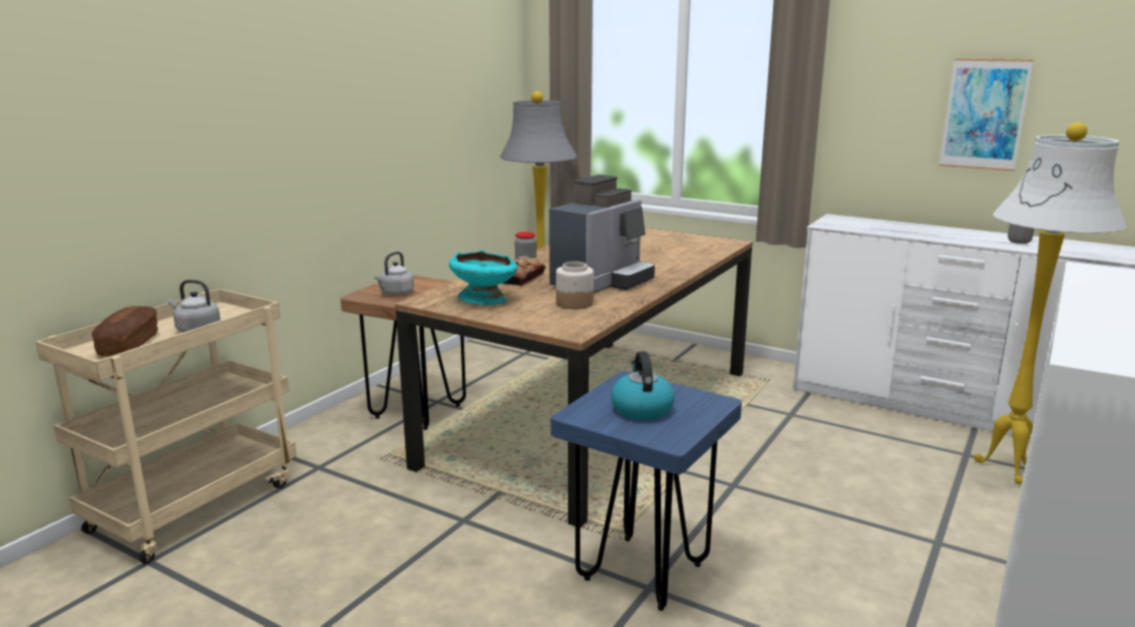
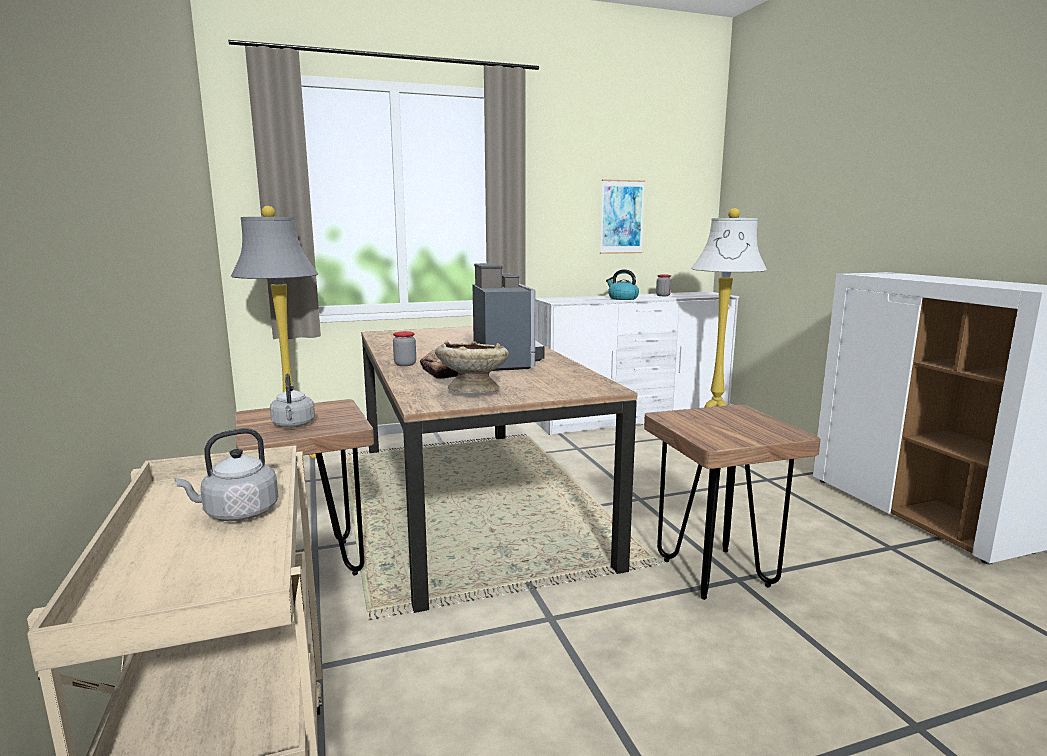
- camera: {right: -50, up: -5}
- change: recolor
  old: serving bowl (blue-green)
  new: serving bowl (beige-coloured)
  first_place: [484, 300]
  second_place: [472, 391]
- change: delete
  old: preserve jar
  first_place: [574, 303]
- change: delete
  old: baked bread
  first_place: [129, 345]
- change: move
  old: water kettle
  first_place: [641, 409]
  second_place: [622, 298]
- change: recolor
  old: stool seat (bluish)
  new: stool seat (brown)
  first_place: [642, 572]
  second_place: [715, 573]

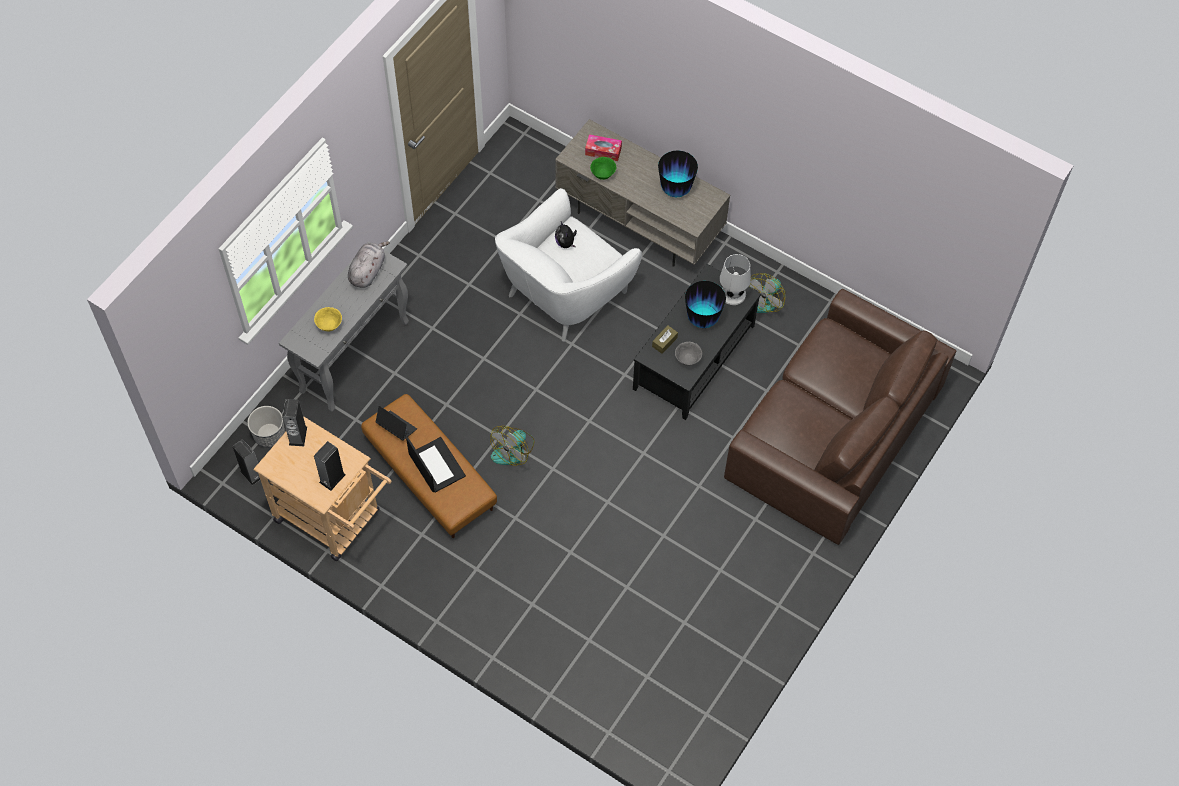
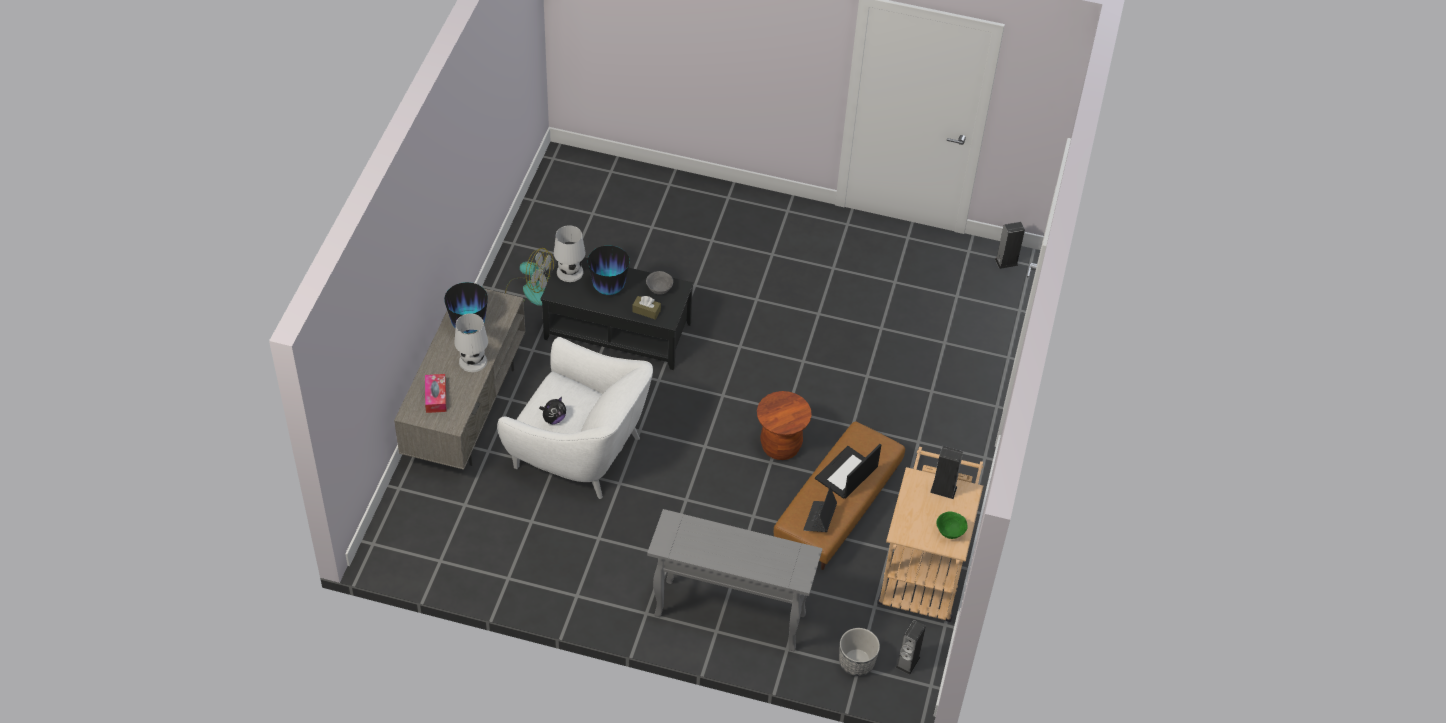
- camera: {right: -110, up: -10}
- change: move
  old: serving bowl (green-coloured)
  first_place: [603, 174]
  second_place: [950, 532]
- change: delete
  old: soft toy (gray)
  first_place: [368, 271]
- change: delete
  old: settee (brown)
  first_place: [832, 432]
- change: delete
  old: serving bowl (yellow-coloured)
  first_place: [329, 325]
- change: move
  old: loudspeaker
  first_place: [298, 435]
  second_place: [1006, 262]
- change: replace
  old: electric fan
  new: stool seat (brown)
  first_place: [513, 449]
  second_place: [780, 446]
- change: insert
  new: lamp for a table (white-coloured)
  second_place: [473, 360]

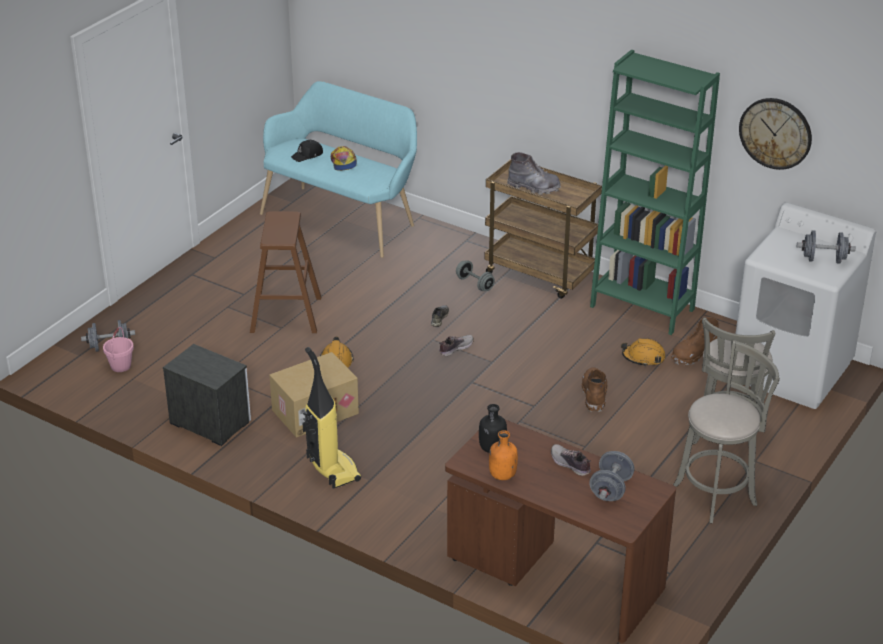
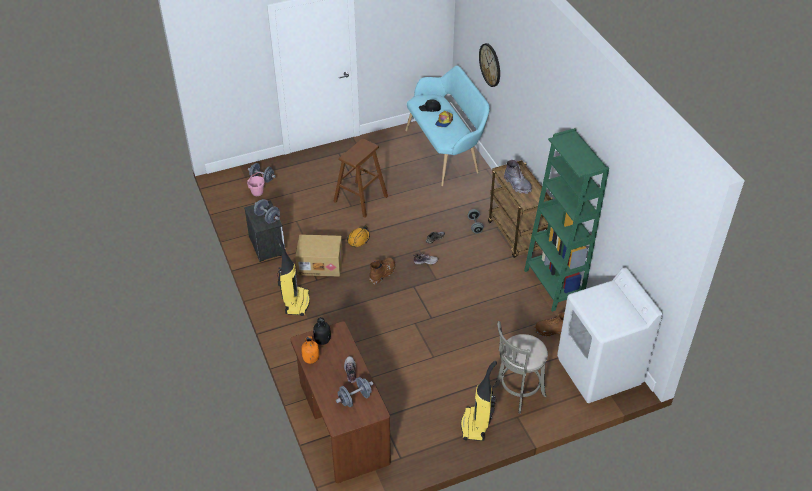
- camera: {right: 35, up: 10}
- change: move
  old: hanging clock
  first_place: [775, 133]
  second_place: [490, 64]
- change: move
  old: hand weight (gray)
  first_place: [823, 259]
  second_place: [267, 217]
- change: delete
  old: safety helmet (orangey)
  first_place: [643, 357]
- change: replace
  old: stool seat (gray)
  new: vacuum
  first_place: [718, 493]
  second_place: [475, 425]
- change: move
  old: boot (brown)
  first_place: [594, 395]
  second_place: [382, 273]

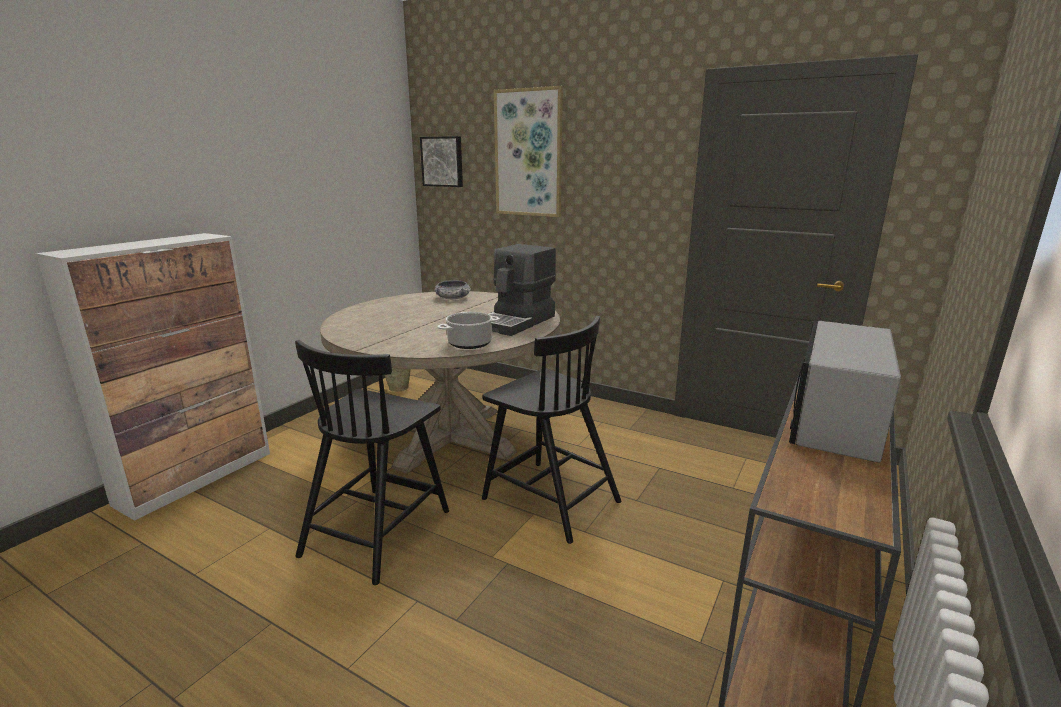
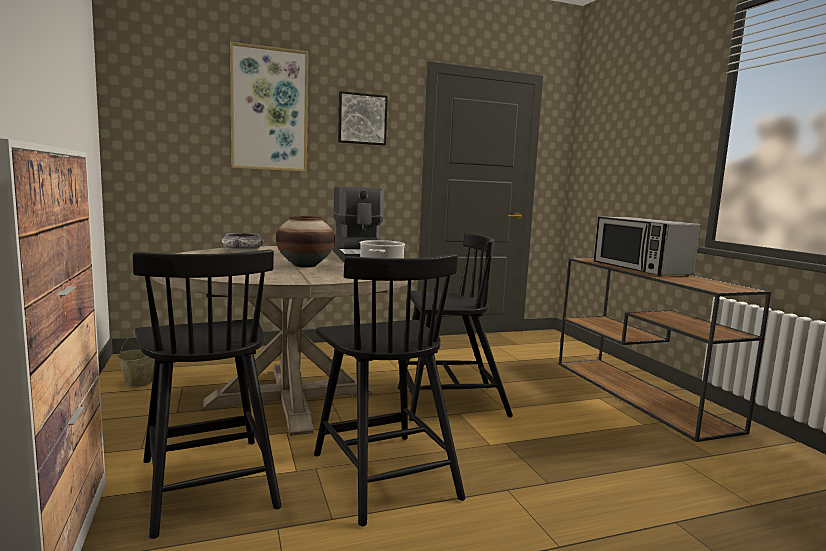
- camera: {right: -50, up: -10}
- change: move
  old: wall art
  first_place: [443, 161]
  second_place: [362, 119]
- change: insert
  new: flower vase
  second_place: [305, 266]
- change: insert
  new: plain chair (black)
  second_place: [208, 481]

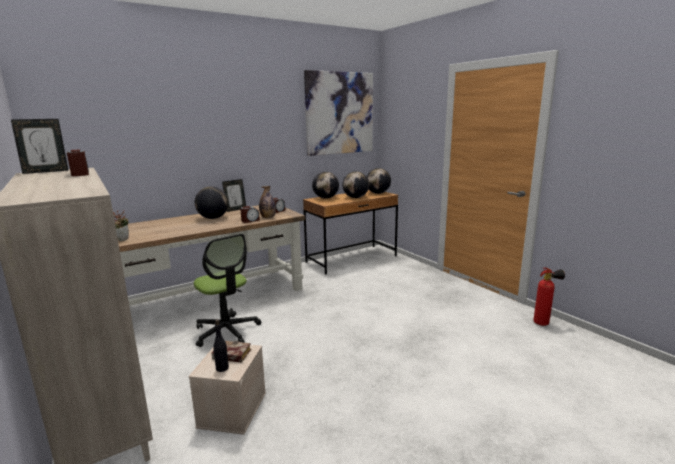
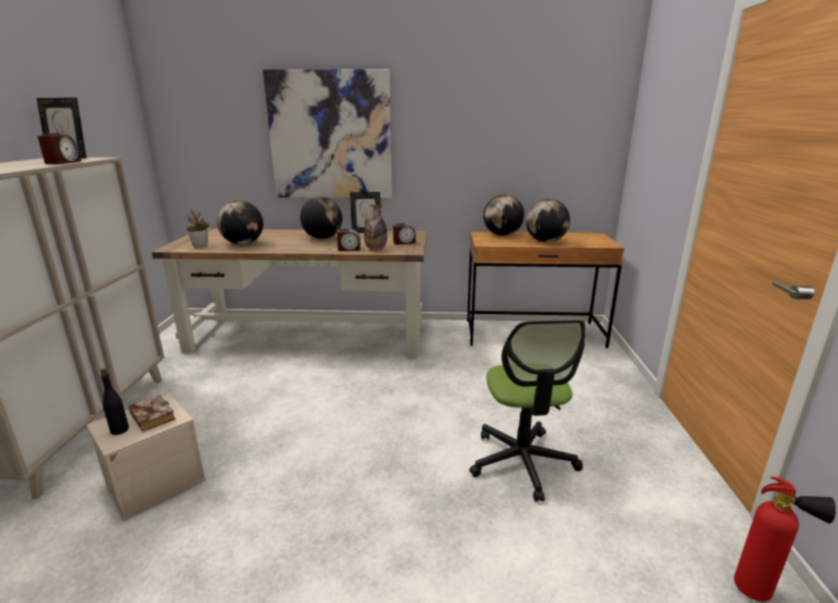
- camera: {right: 35, up: 5}
- change: move
  old: wall art
  first_place: [339, 113]
  second_place: [330, 136]
- change: move
  old: world globe
  first_place: [378, 193]
  second_place: [243, 243]
- change: move
  old: desk chair
  first_place: [227, 331]
  second_place: [522, 462]

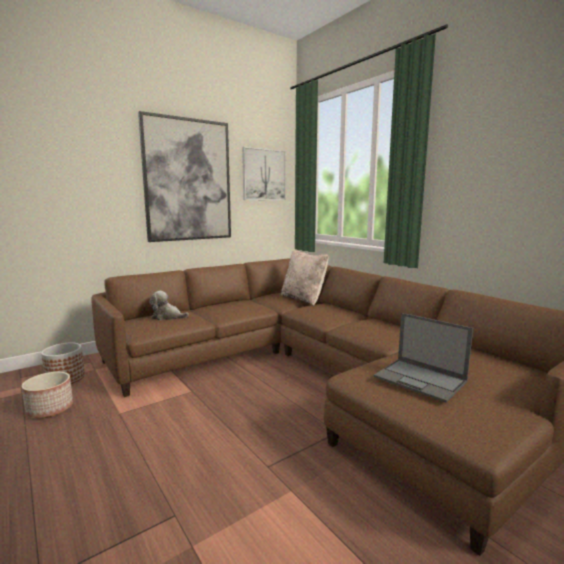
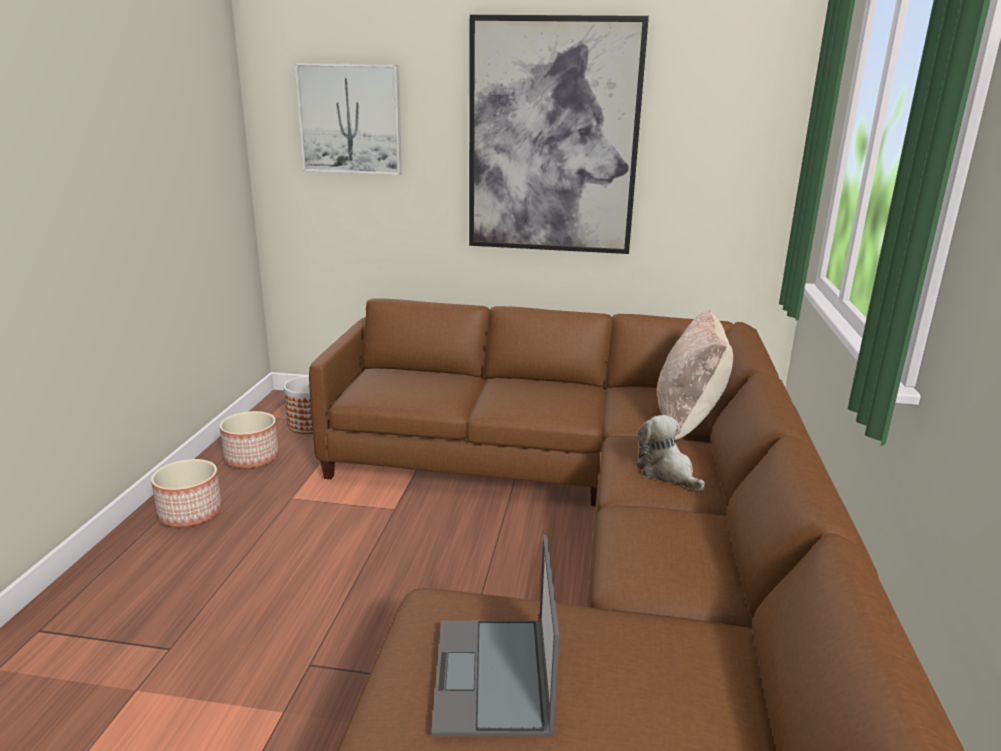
- camera: {right: 45, up: 10}
- change: move
  old: wall art
  first_place: [264, 175]
  second_place: [350, 119]
- change: move
  old: soft toy
  first_place: [167, 317]
  second_place: [667, 472]
- change: insert
  new: flower pot
  second_place: [191, 513]

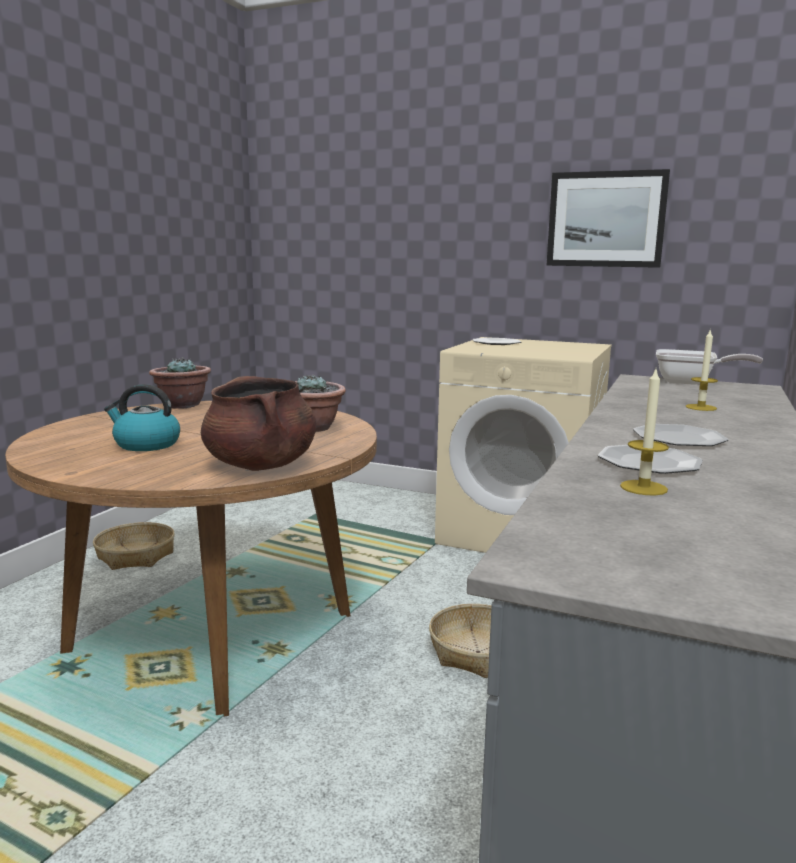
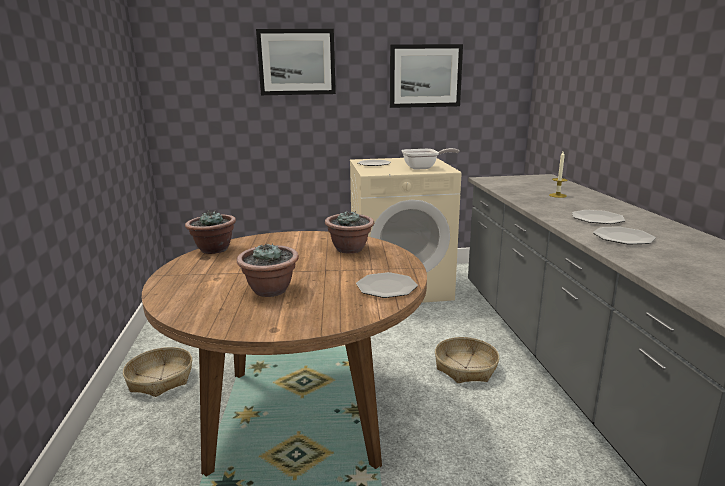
- camera: {right: -30, up: 5}
- change: move
  old: pan
  first_place: [691, 382]
  second_place: [424, 168]
- change: delete
  old: candle
  first_place: [643, 488]
- change: replace
  old: stockpot (brown)
  new: dinner plate
  first_place: [261, 465]
  second_place: [386, 287]
- change: replace
  old: water kettle
  new: potted plant
  first_place: [146, 445]
  second_place: [270, 290]
- change: insert
  new: wall art
  second_place: [296, 62]

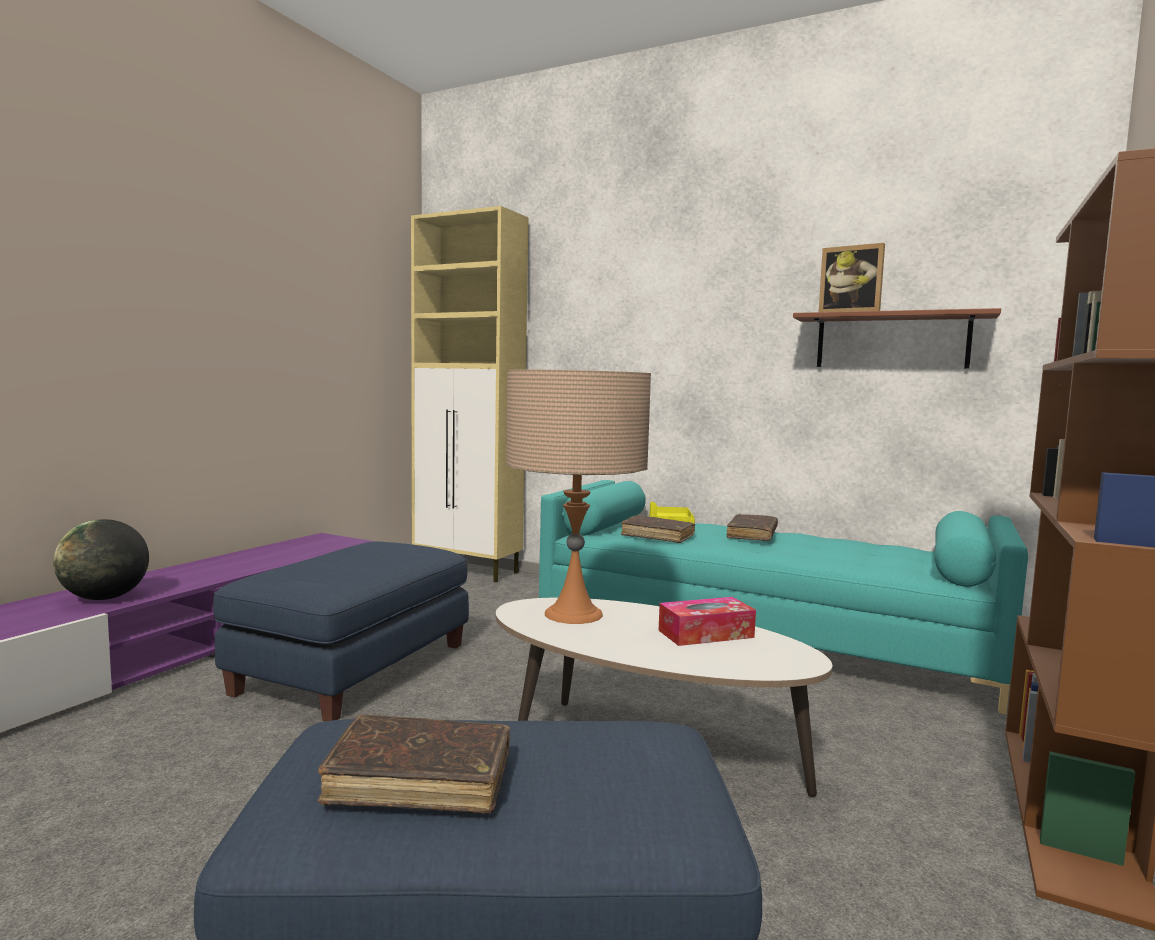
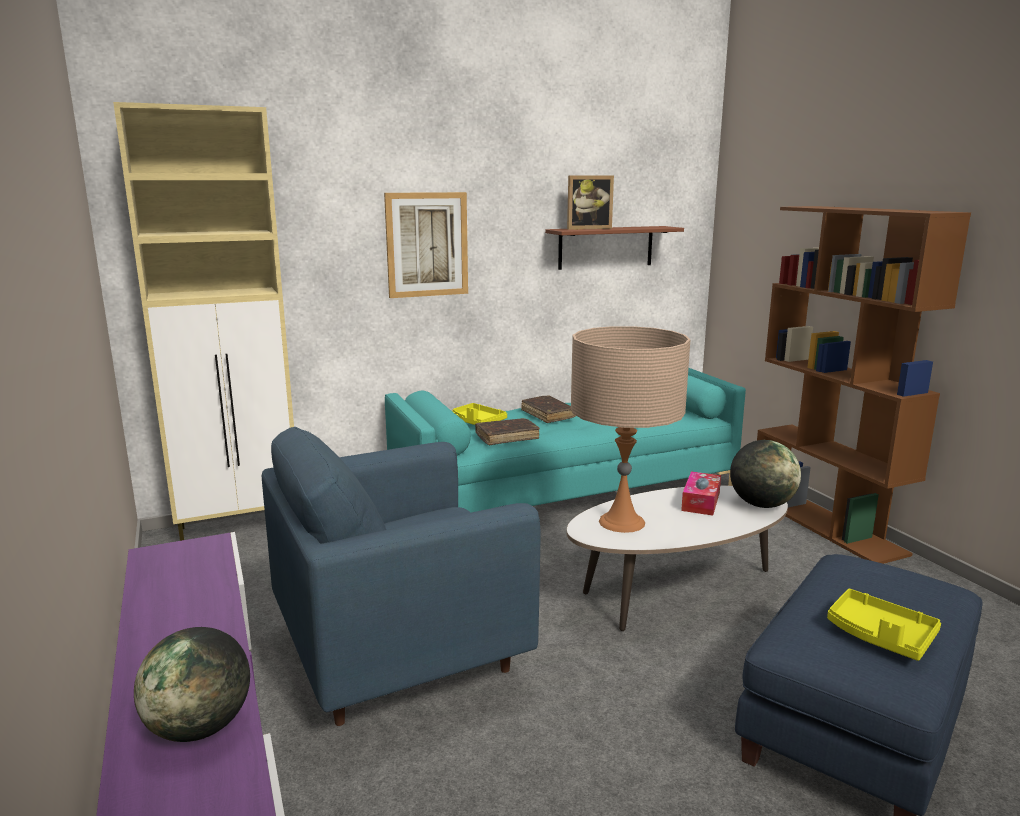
- camera: {right: -50, up: 10}
- change: replace
  old: footrest (bluish)
  new: easy chair (bluish)
  first_place: [355, 667]
  second_place: [402, 655]
- change: replace
  old: volume (brown)
  new: tray (yellow-coloured)
  first_place: [420, 779]
  second_place: [880, 636]
- change: insert
  new: wall art
  second_place: [427, 245]
- change: insert
  new: world globe
  second_place: [761, 505]

